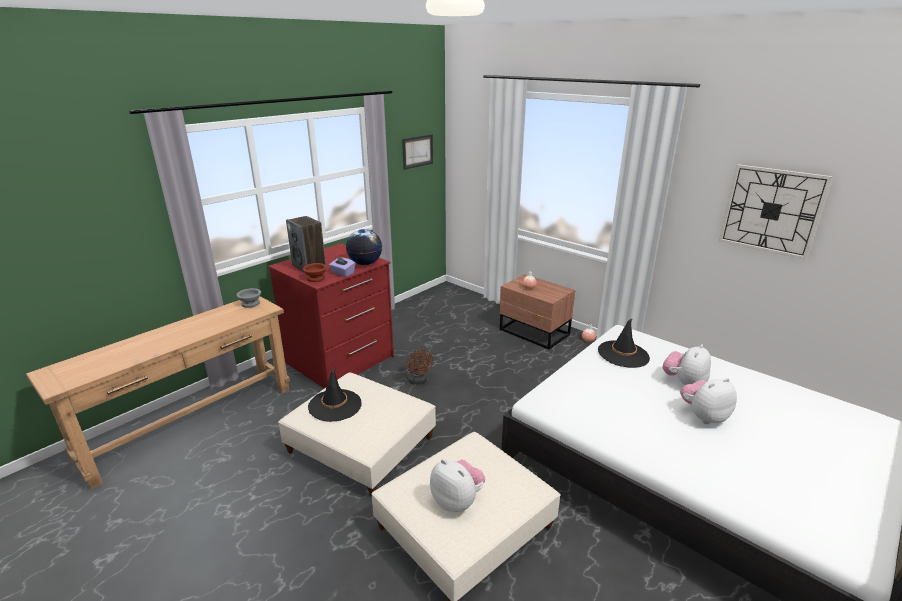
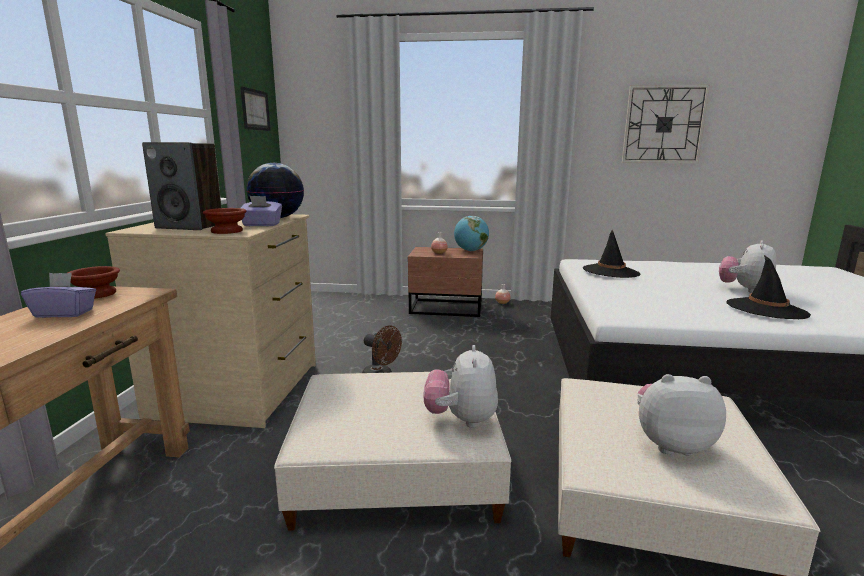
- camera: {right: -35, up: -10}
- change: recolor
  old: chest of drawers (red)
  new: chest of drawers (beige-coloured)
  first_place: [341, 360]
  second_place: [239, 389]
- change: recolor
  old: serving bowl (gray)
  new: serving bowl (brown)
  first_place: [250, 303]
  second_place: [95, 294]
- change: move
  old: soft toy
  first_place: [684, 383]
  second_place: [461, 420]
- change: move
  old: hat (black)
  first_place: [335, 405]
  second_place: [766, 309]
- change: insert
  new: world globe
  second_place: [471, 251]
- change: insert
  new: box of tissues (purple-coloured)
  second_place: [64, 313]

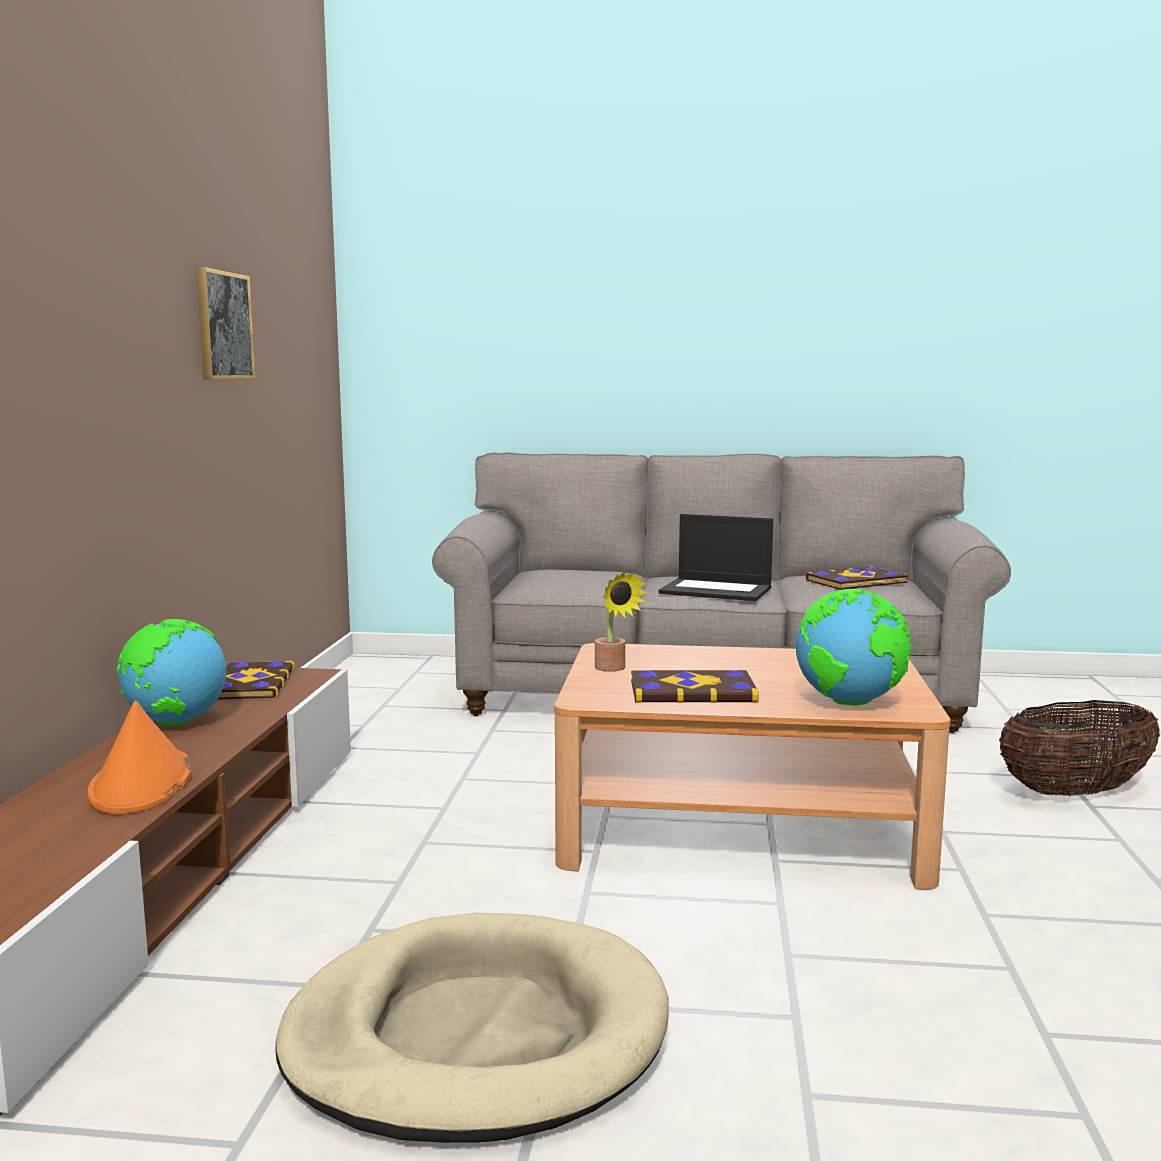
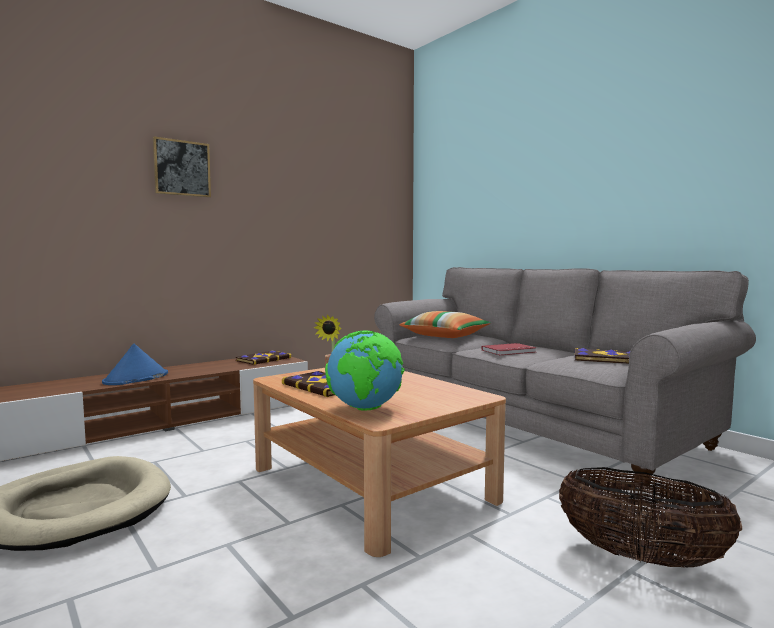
- camera: {right: 45, up: -5}
- change: move
  old: wall art
  first_place: [223, 325]
  second_place: [182, 168]
- change: replace
  old: laptop
  new: volume (red)
  first_place: [717, 590]
  second_place: [509, 351]
- change: delete
  old: world globe
  first_place: [175, 723]
- change: recolor
  old: hat (orangey)
  new: hat (bluish)
  first_place: [141, 784]
  second_place: [136, 378]
- change: insert
  new: cushion
  second_place: [445, 336]

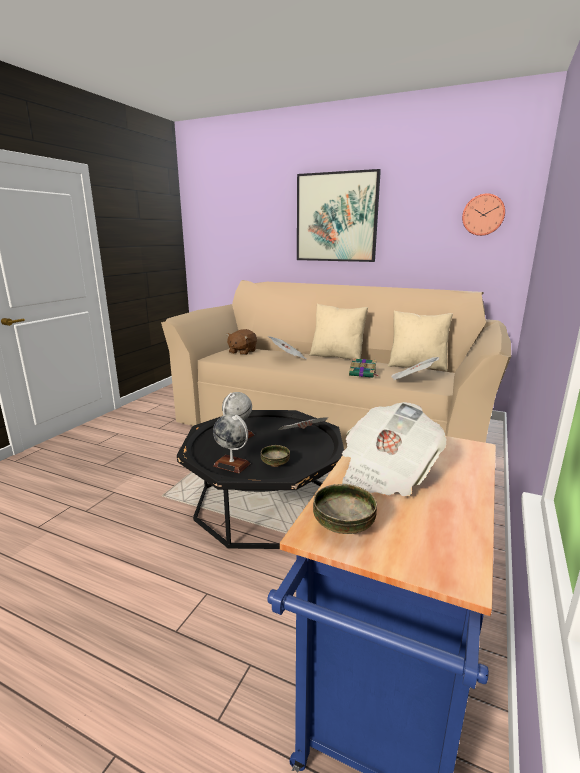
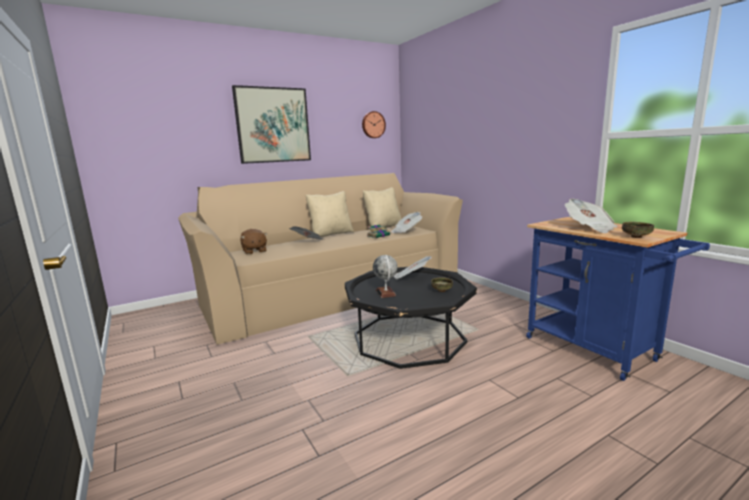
- camera: {right: -55, up: -5}
- change: delete
  old: world globe
  first_place: [232, 465]

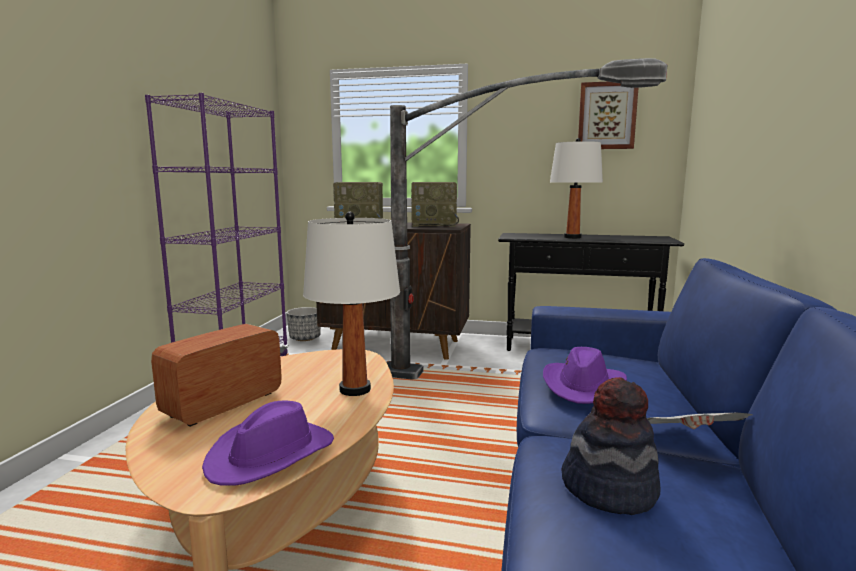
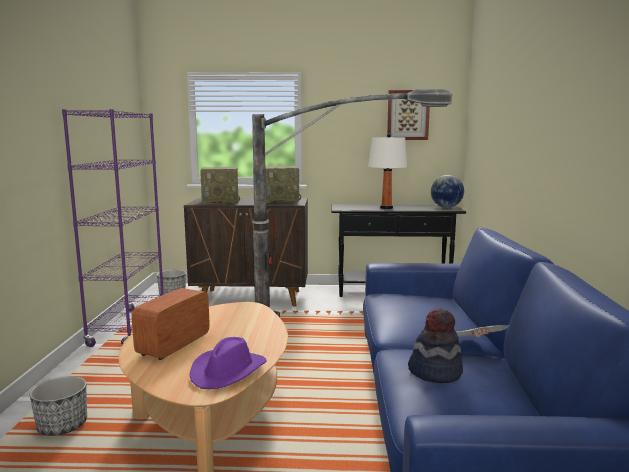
- camera: {right: -10, up: 0}
- change: delete
  old: lamp for a table (white-coloured)
  first_place: [355, 389]
- change: delete
  old: hat (purple-coloured)
  first_place: [583, 386]
- change: insert
  new: world globe
  second_place: [446, 207]
- change: insert
  new: flower pot
  second_place: [62, 426]

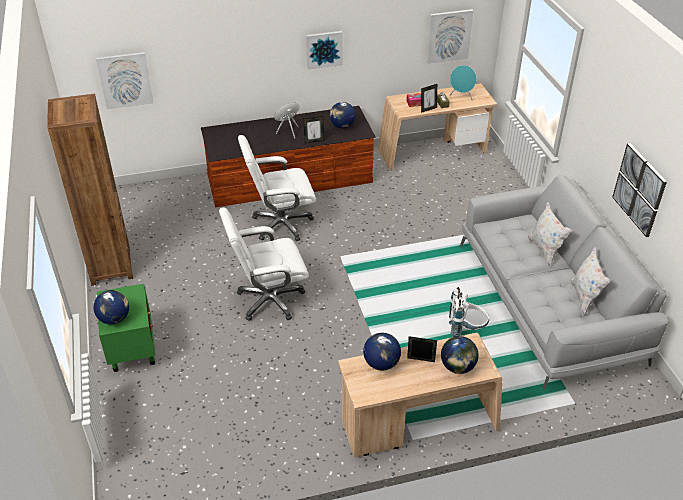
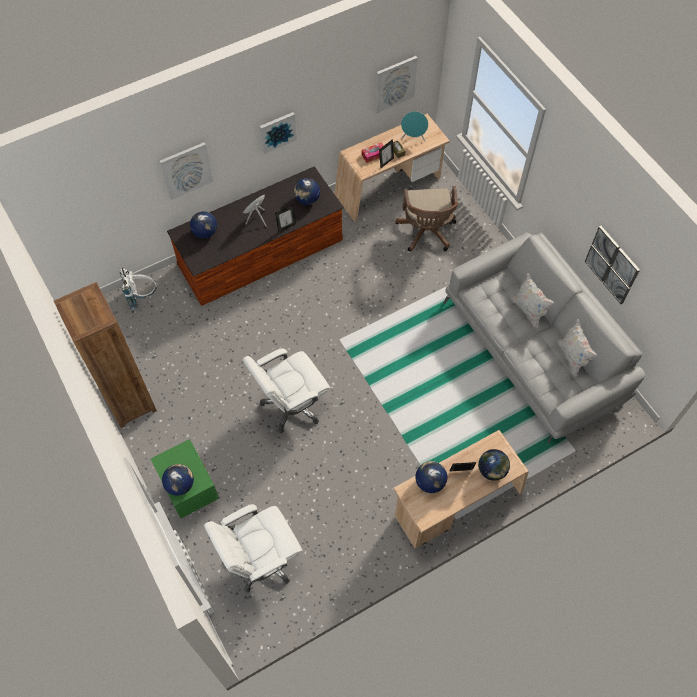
- camera: {right: -15, up: 20}
- change: move
  old: wall art
  first_place: [125, 80]
  second_place: [186, 170]
- change: move
  old: desk chair (white-coloured)
  first_place: [281, 224]
  second_place: [261, 560]
- change: move
  old: backpack (white-coloured)
  first_place: [466, 331]
  second_place: [142, 296]
- change: insert
  new: desk chair (brown)
  second_place: [426, 233]
- change: insert
  new: world globe
  second_place: [205, 232]

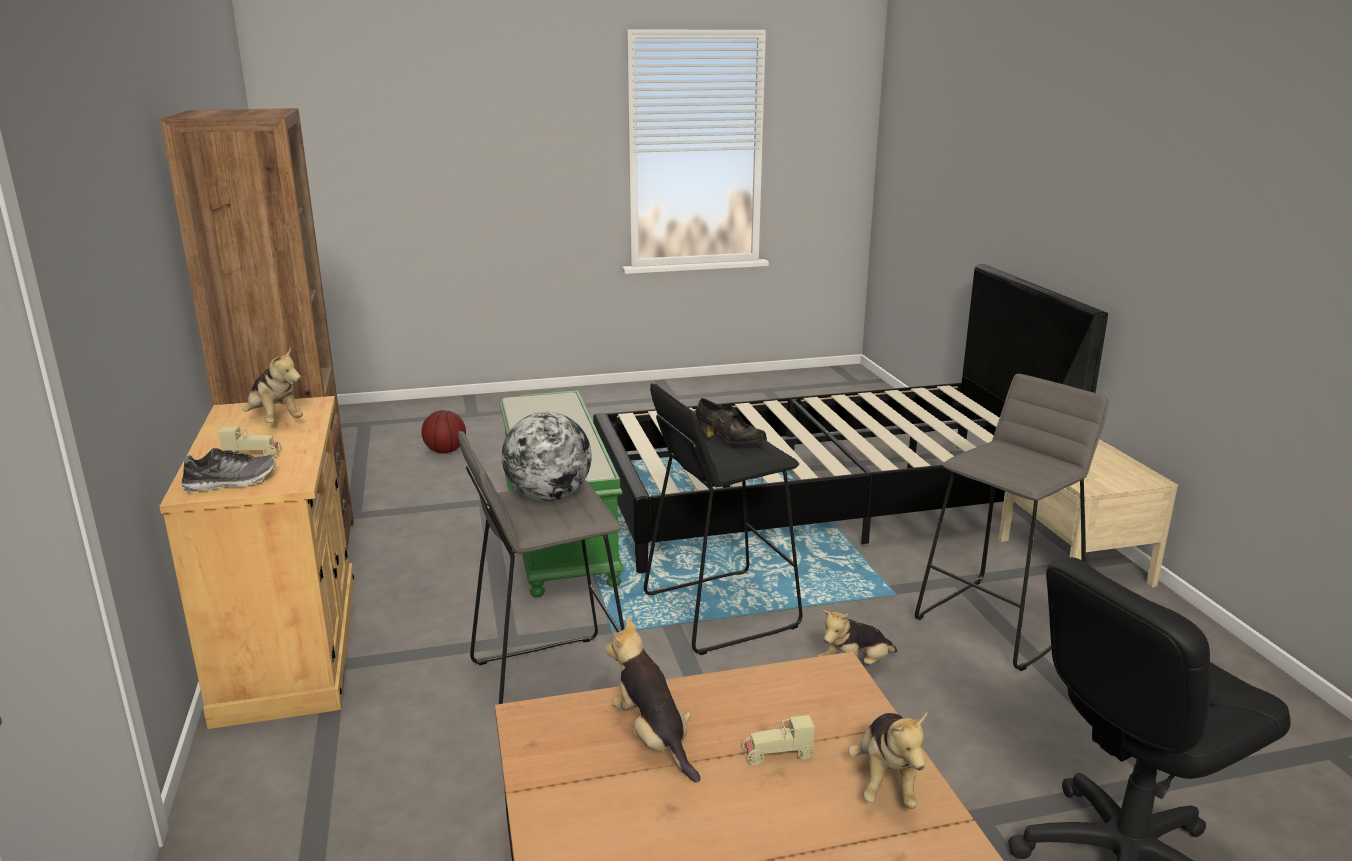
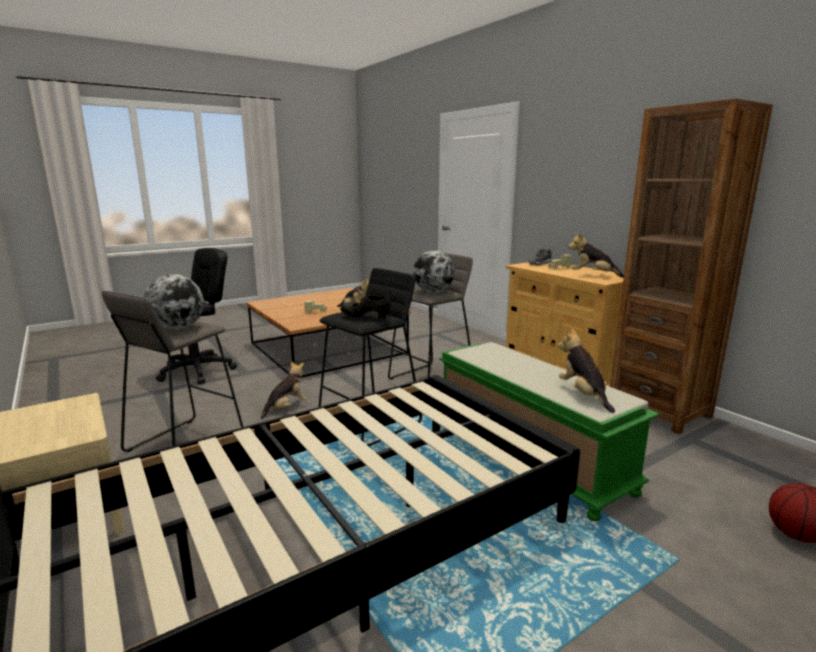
- camera: {right: 160, up: -5}
- change: move
  old: soft toy
  first_place: [886, 781]
  second_place: [583, 394]
- change: insert
  new: world globe
  second_place: [177, 328]

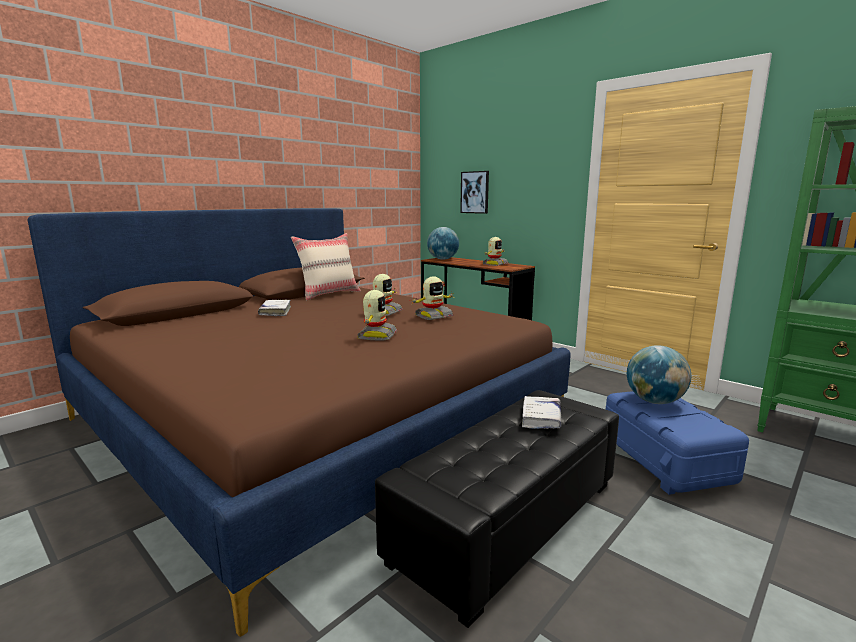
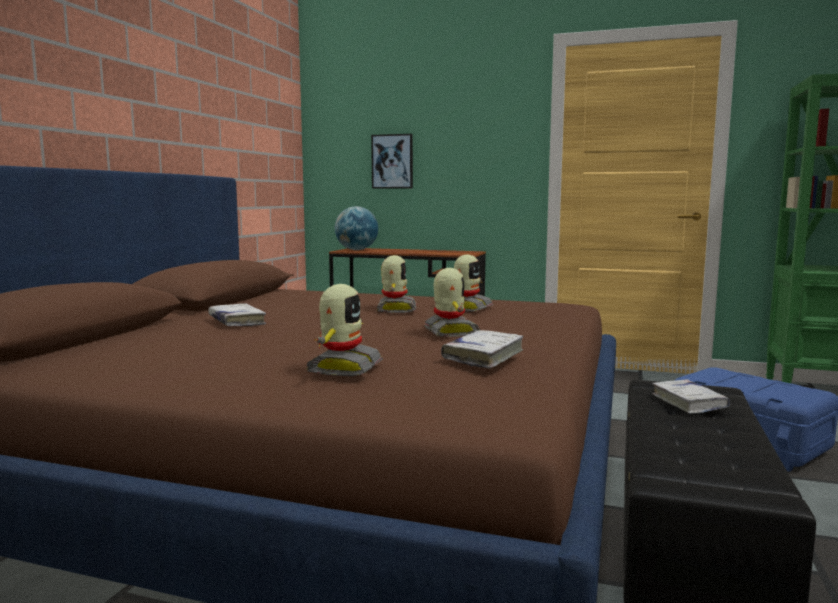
- camera: {right: -25, up: -5}
- change: delete
  old: cushion (beige-coloured)
  first_place: [329, 294]
- change: move
  old: toy robot
  first_place: [494, 264]
  second_place: [343, 367]
- change: delete
  old: world globe
  first_place: [654, 401]
- change: insert
  new: volume (white-coloured)
  second_place: [483, 356]

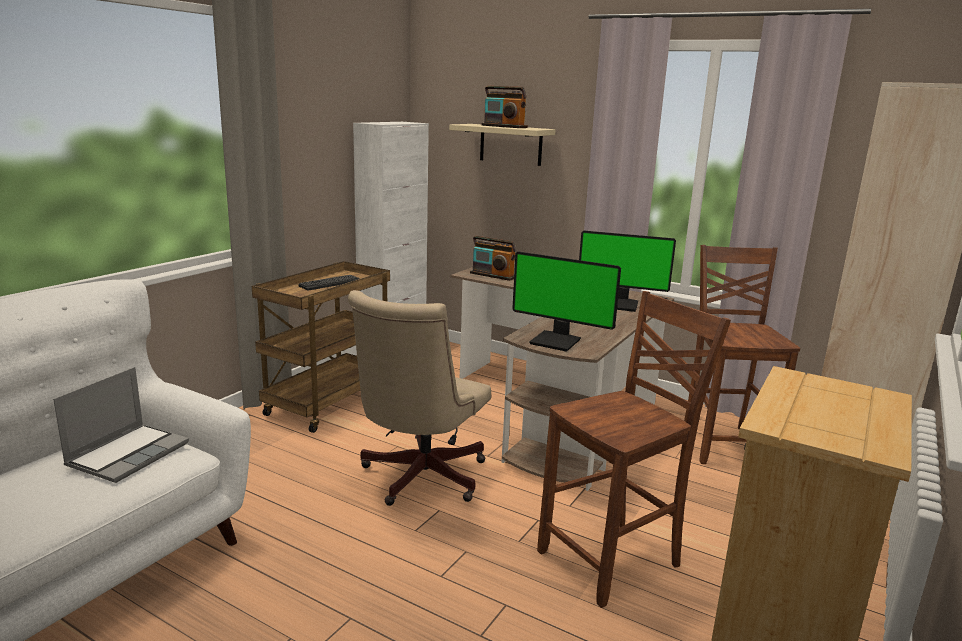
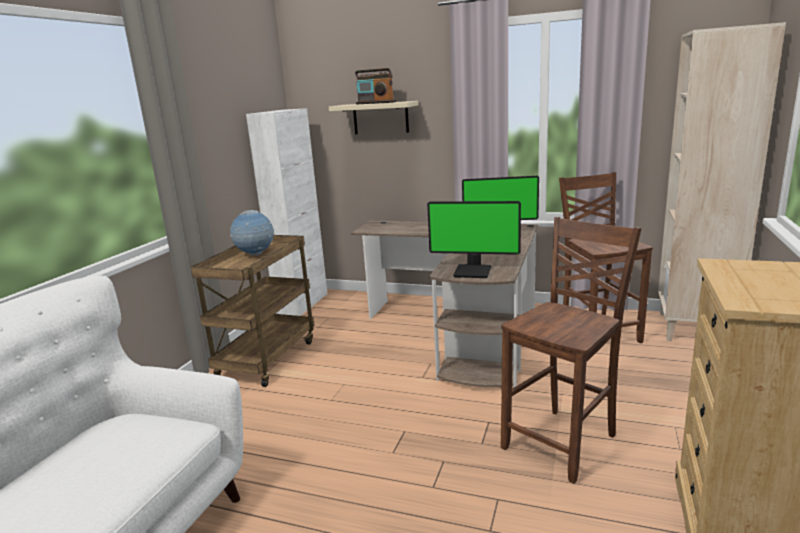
- camera: {right: -10, up: 0}
- change: delete
  old: radio
  first_place: [493, 275]
- change: replace
  old: PC keyboard
  new: world globe
  first_place: [330, 283]
  second_place: [255, 255]
- change: delete
  old: desk chair (beige-coloured)
  first_place: [418, 479]
- change: delete
  old: laptop
  first_place: [128, 454]

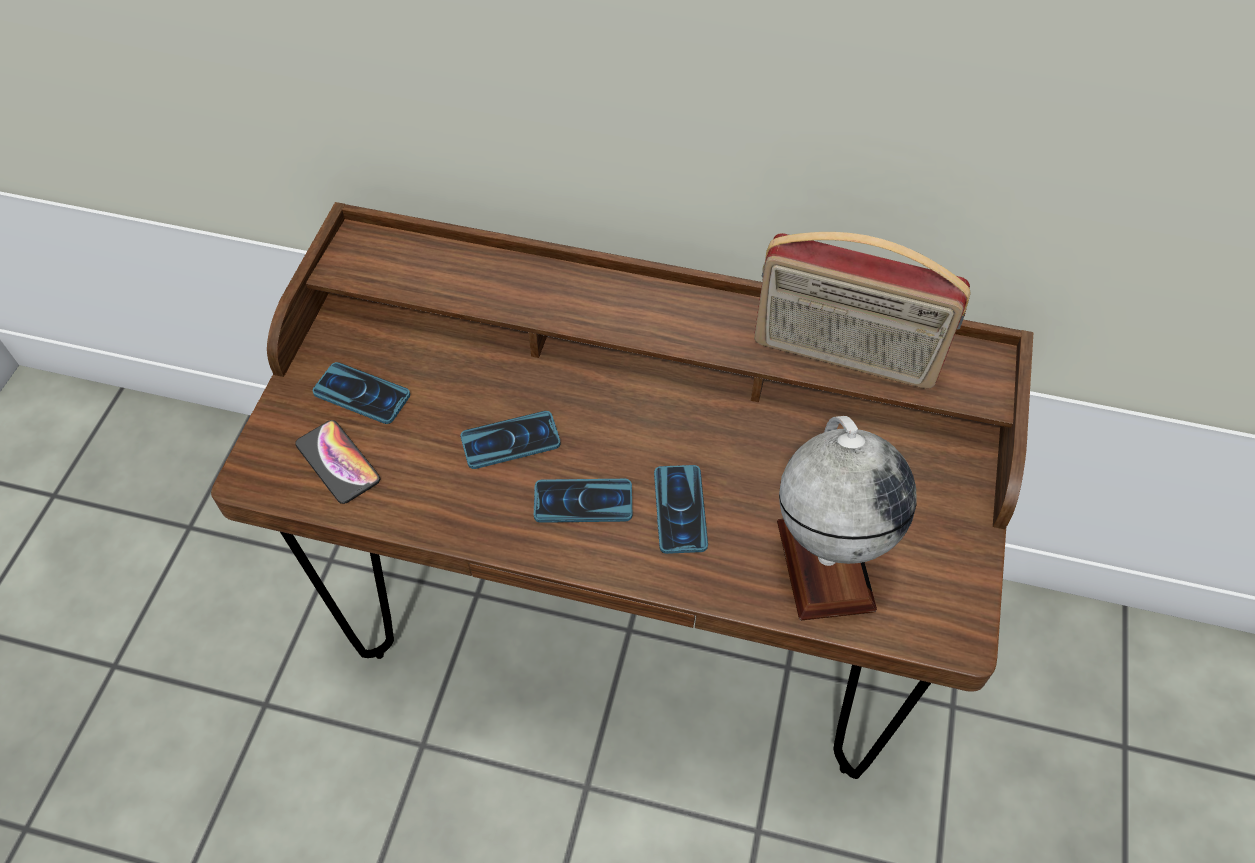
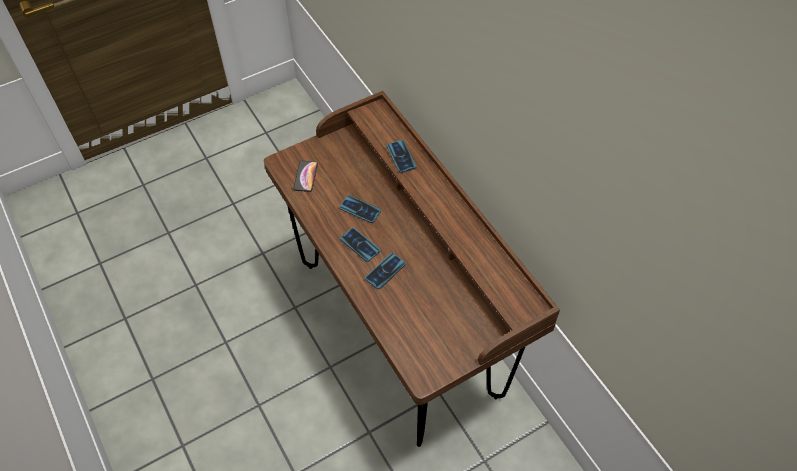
- camera: {right: 45, up: 0}
- change: delete
  old: radio
  first_place: [844, 356]
- change: move
  old: phone
  first_place: [362, 394]
  second_place: [401, 156]
- change: delete
  old: world globe
  first_place: [824, 564]

